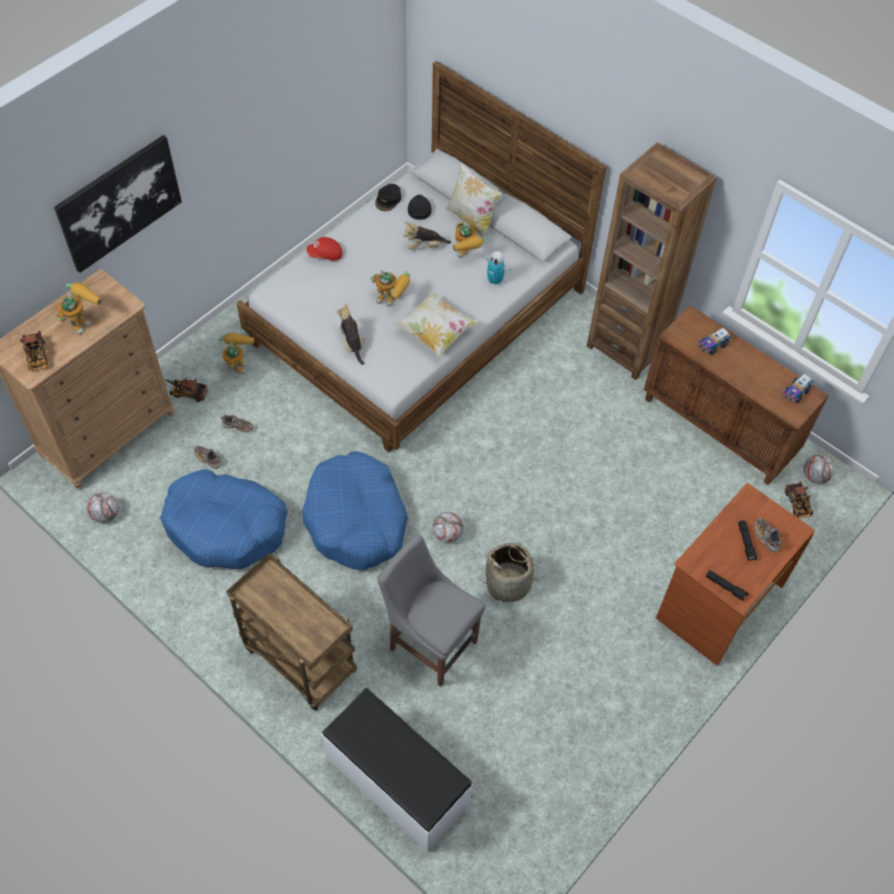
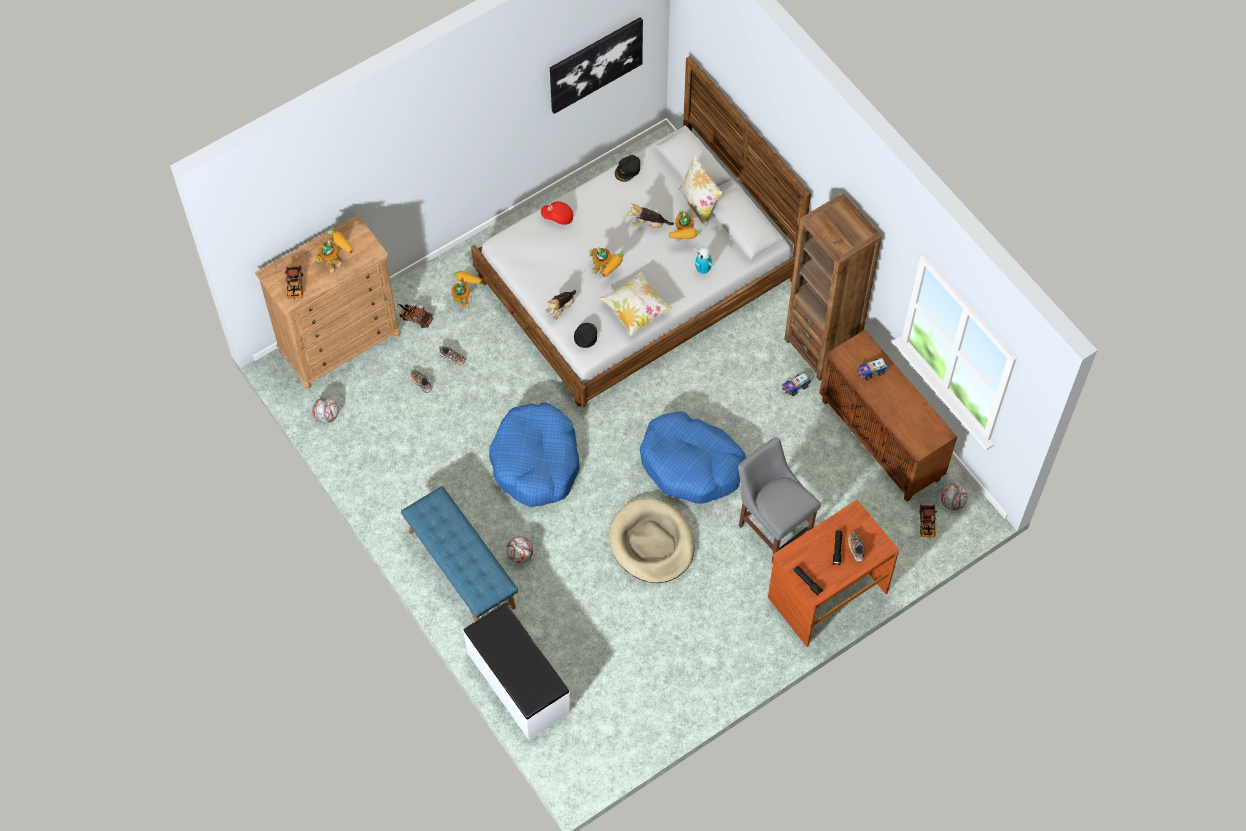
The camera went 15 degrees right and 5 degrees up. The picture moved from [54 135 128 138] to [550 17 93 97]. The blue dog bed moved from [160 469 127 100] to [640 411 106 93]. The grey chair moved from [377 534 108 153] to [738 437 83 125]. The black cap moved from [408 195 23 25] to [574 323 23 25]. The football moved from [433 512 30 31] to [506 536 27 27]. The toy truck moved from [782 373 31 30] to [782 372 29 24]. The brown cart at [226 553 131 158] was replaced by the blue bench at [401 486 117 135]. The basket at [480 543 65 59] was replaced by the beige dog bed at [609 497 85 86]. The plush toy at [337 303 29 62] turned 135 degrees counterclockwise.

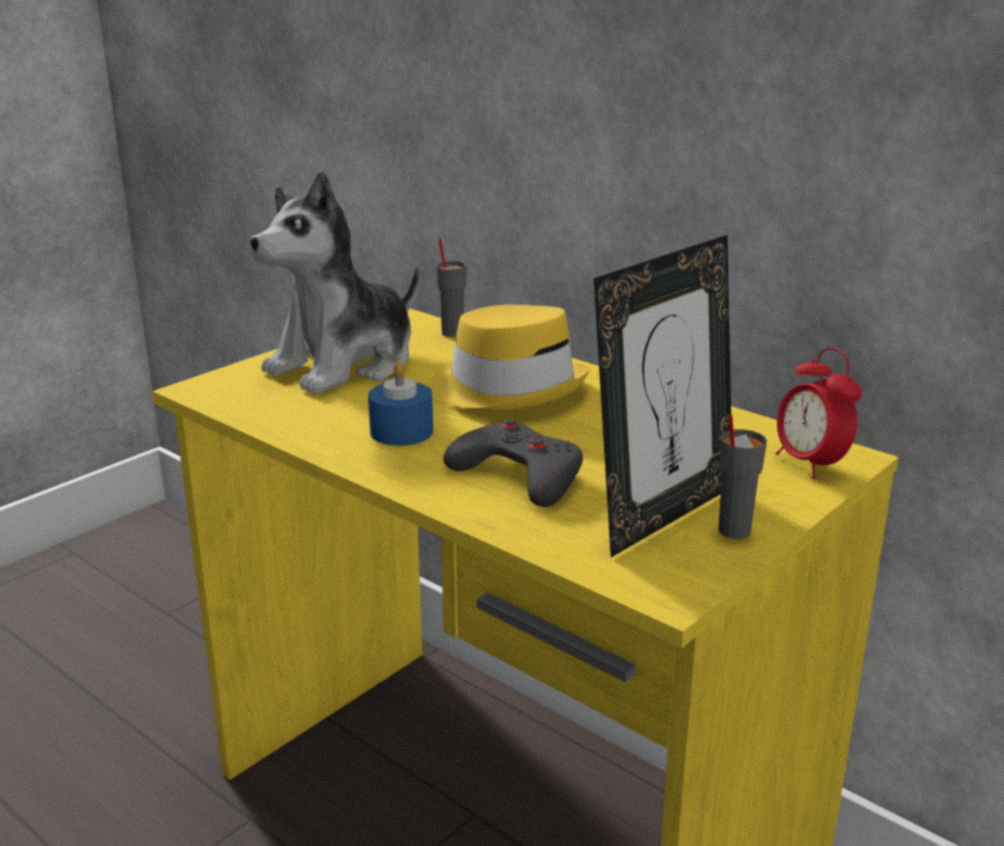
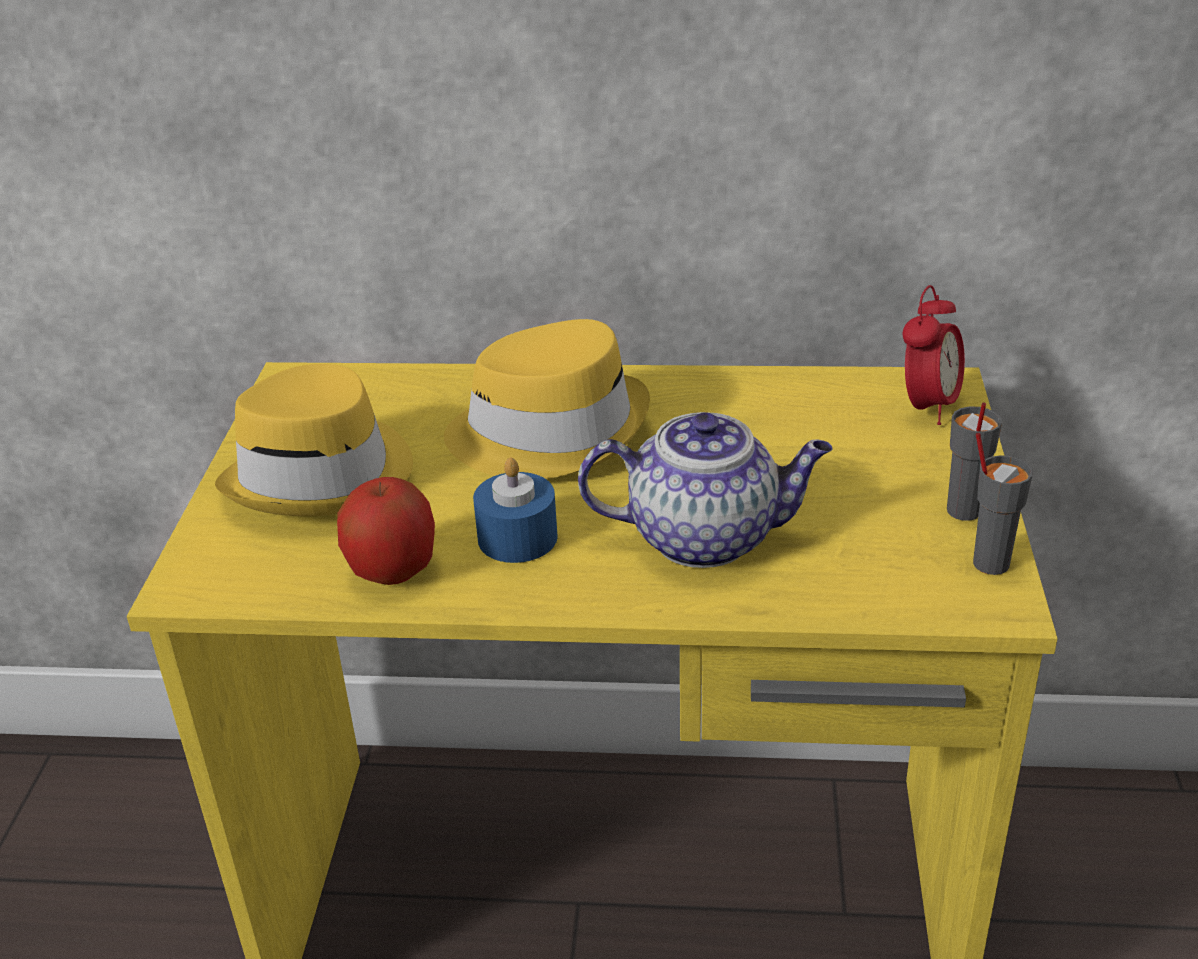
The camera went 35 degrees left and 10 degrees up. The picture frame at [594 235 137 322] disappeared. The apple at [337 477 98 108] appeared. The grey cup moved from [436 238 31 99] to [973 433 60 142]. The plush toy at [250 170 169 224] was replaced by the yellow hat at [215 364 198 152]. The grey game controller at [443 419 140 88] was replaced by the teapot at [578 412 255 156]. The alarm clock at [776 347 86 132] turned 90 degrees counterclockwise.

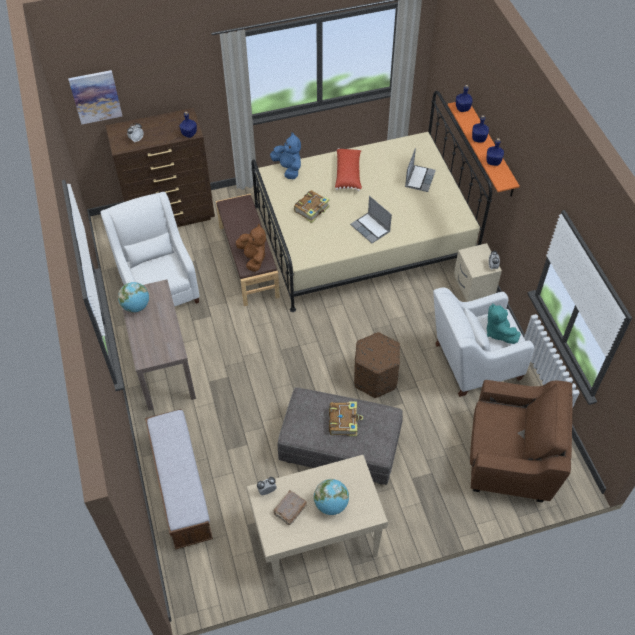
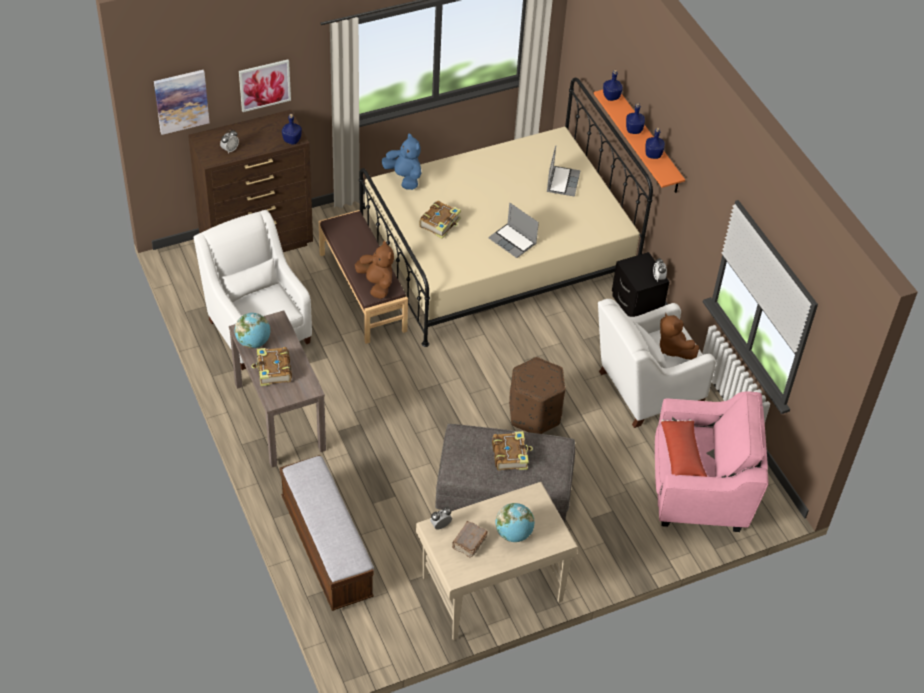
The camera went 10 degrees left and 5 degrees down. The picture at [239 59 52 53] appeared. The book at [251 347 41 39] appeared. The red pillow moved from [335 148 27 43] to [661 419 47 58]. The beige nightstand at [454 243 48 59] became the black nightstand at [612 252 57 65]. The brown armchair at [470 380 103 122] became the pink armchair at [655 392 114 140]. The turquoise plush toy at [487 304 34 40] became the brown plush toy at [660 313 39 46].

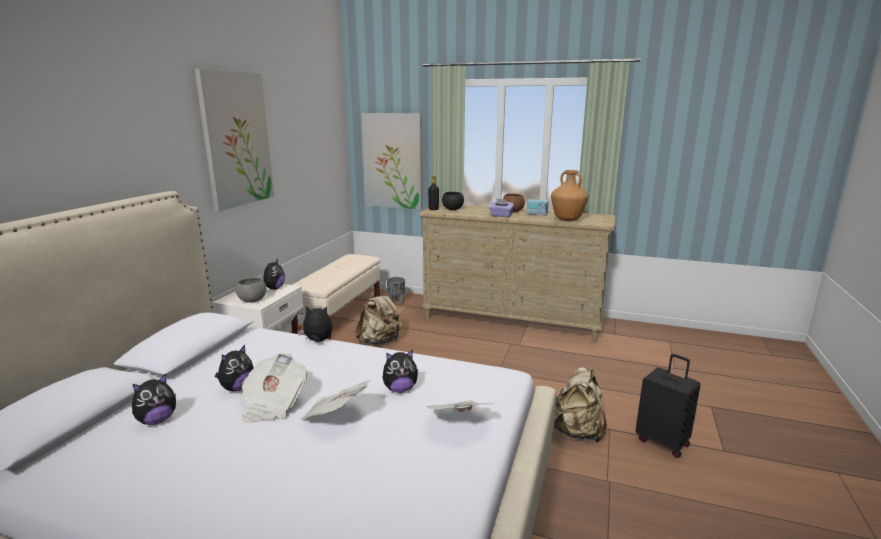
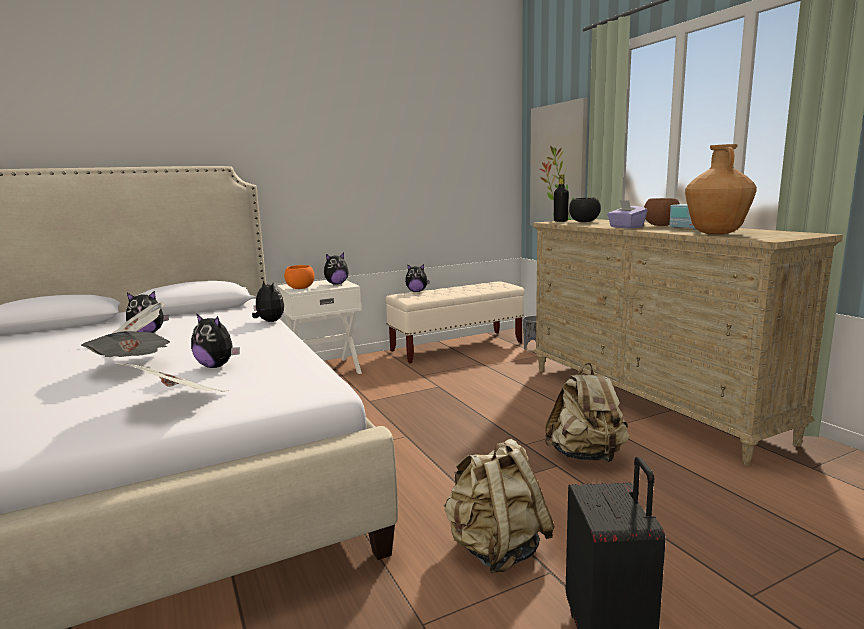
The camera went 45 degrees right and 5 degrees down. The picture at [195 68 79 143] disappeared. The plush toy moved from [132 373 44 52] to [405 264 25 28]. The beige backpack moved from [355 290 48 55] to [545 363 84 99]. The grey bowl at [235 277 31 26] became the orange bowl at [284 265 30 24].

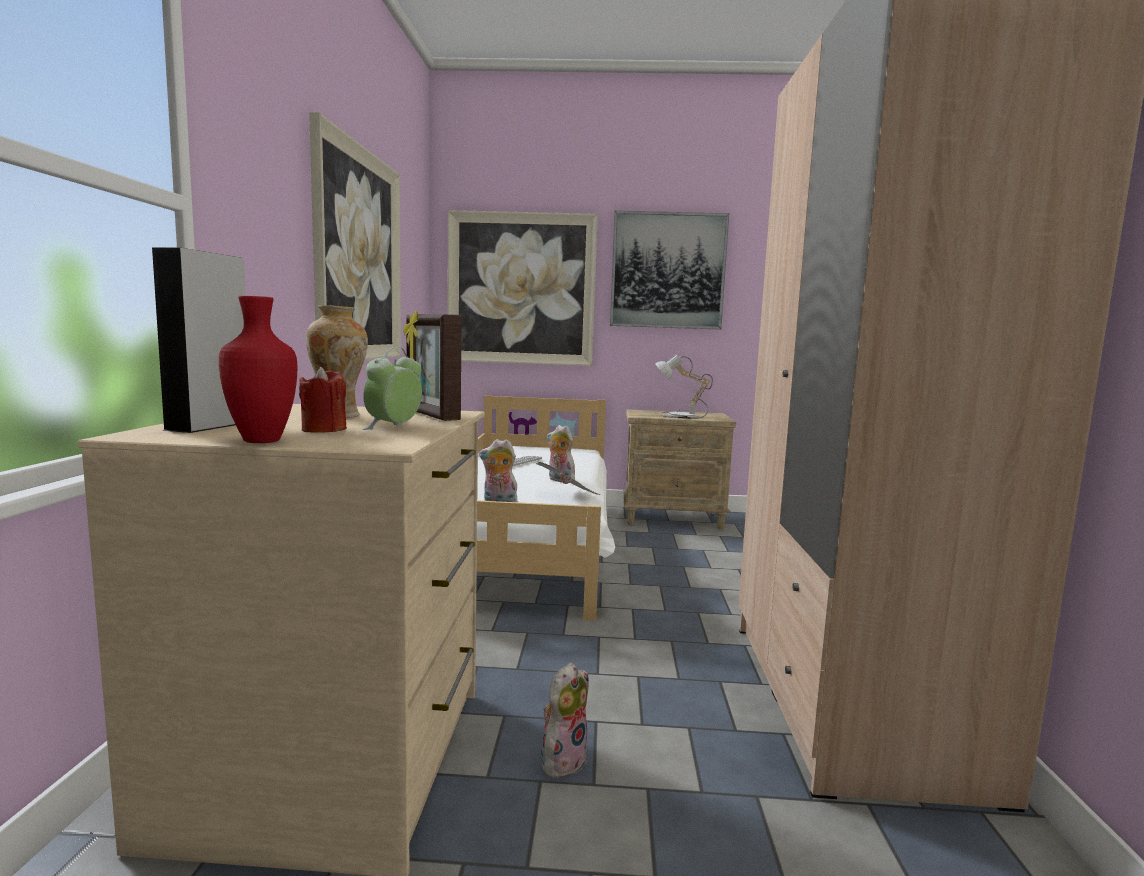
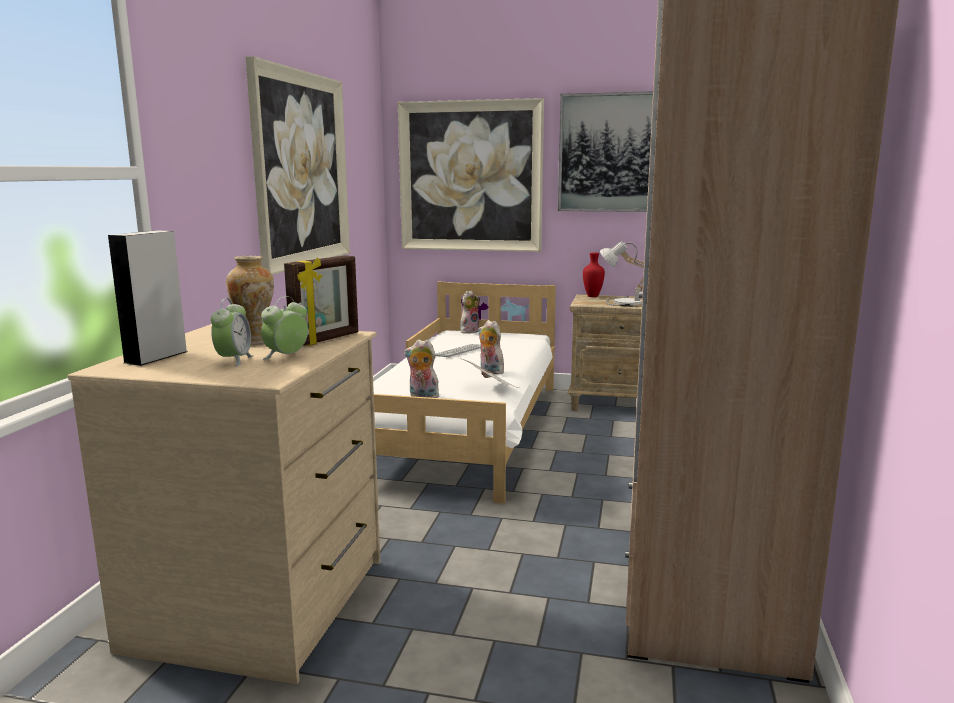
The camera went 10 degrees right and 5 degrees up. The red vase moved from [219 296 79 147] to [583 253 22 44]. The plush toy moved from [541 663 48 115] to [460 290 20 44]. The red candle at [299 367 48 66] was replaced by the alarm clock at [211 298 43 68]. The picture frame at [403 310 58 111] turned 120 degrees counterclockwise.

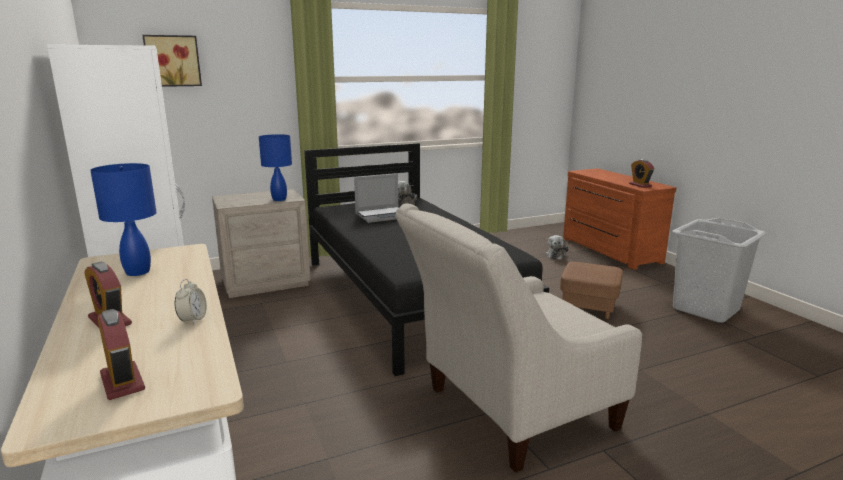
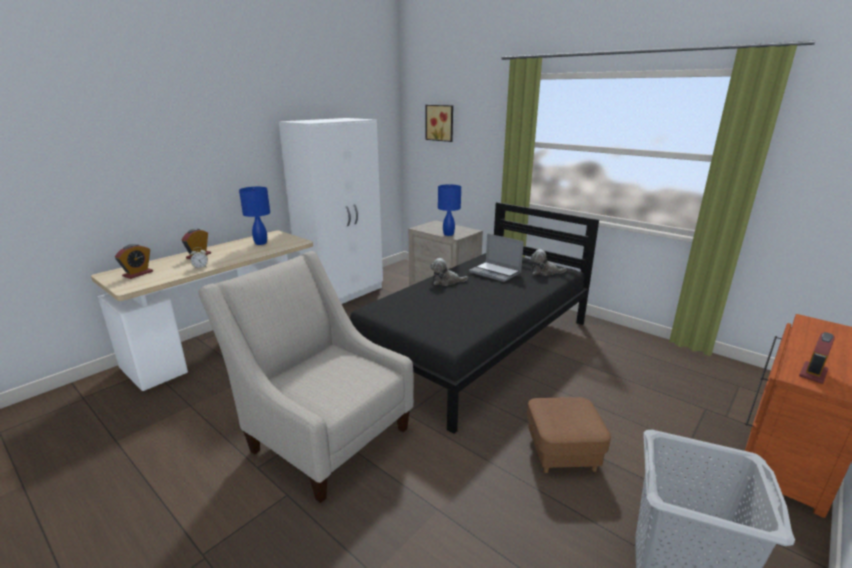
The camera went 65 degrees right and 5 degrees up. The plush toy moved from [545 235 24 25] to [430 258 38 28].

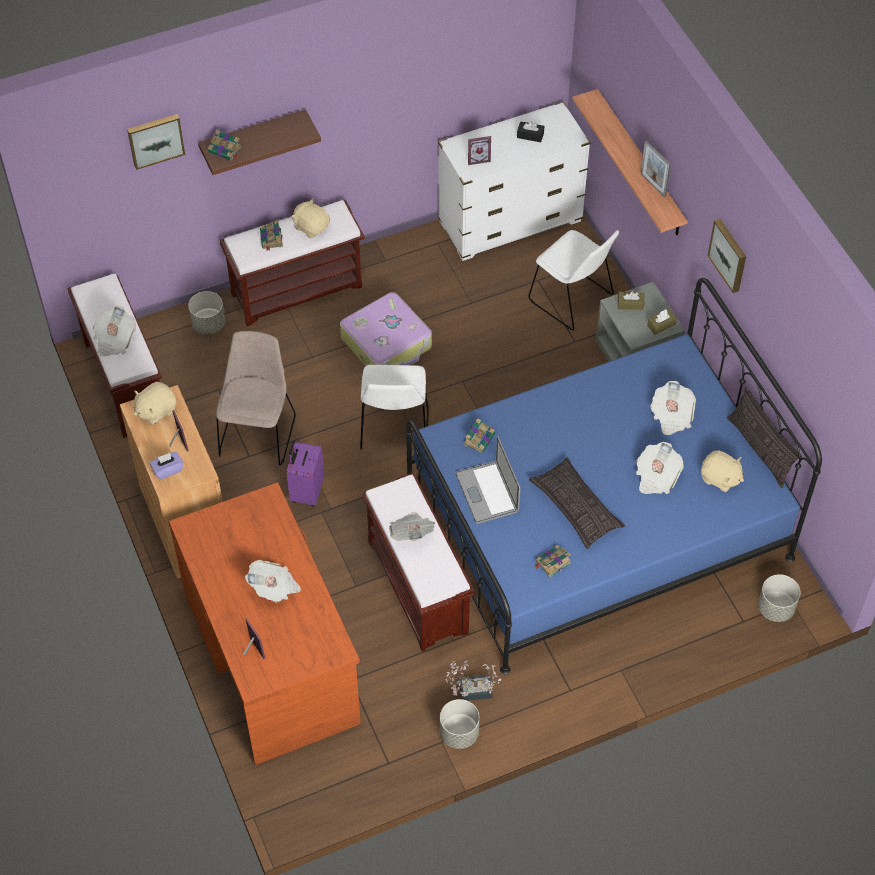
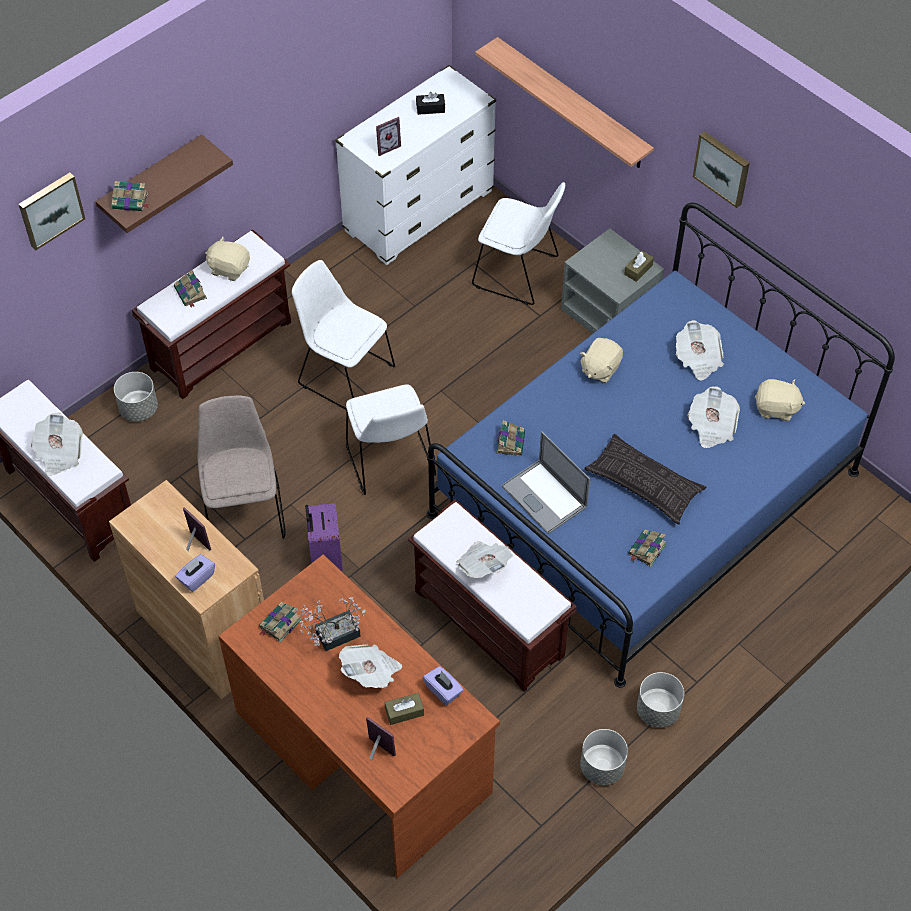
The camera went 20 degrees left and 0 degrees up. The picture frame at [641 140 30 57] disappeared. The pillow at [727 387 75 101] disappeared. The book at [259 602 43 41] appeared. The purple tissue box at [423 666 40 40] appeared. The beige plush toy moved from [134 382 42 43] to [580 338 43 45]. The potted plant moved from [446 660 55 41] to [300 597 66 54]. The brown tissue box moved from [618 291 26 19] to [385 693 39 32]. The grey planter moved from [758 574 42 48] to [637 672 47 56]. The suitcase at [340 292 92 74] was replaced by the white chair at [292 260 103 150].

